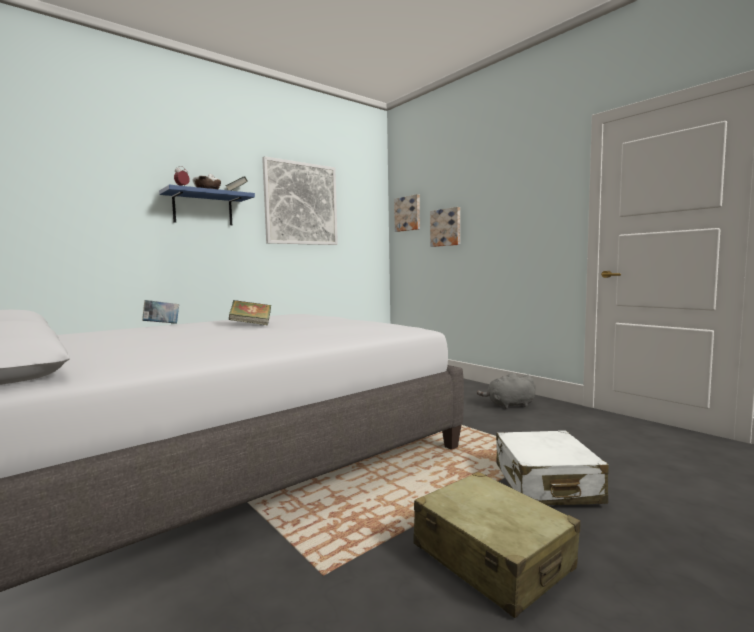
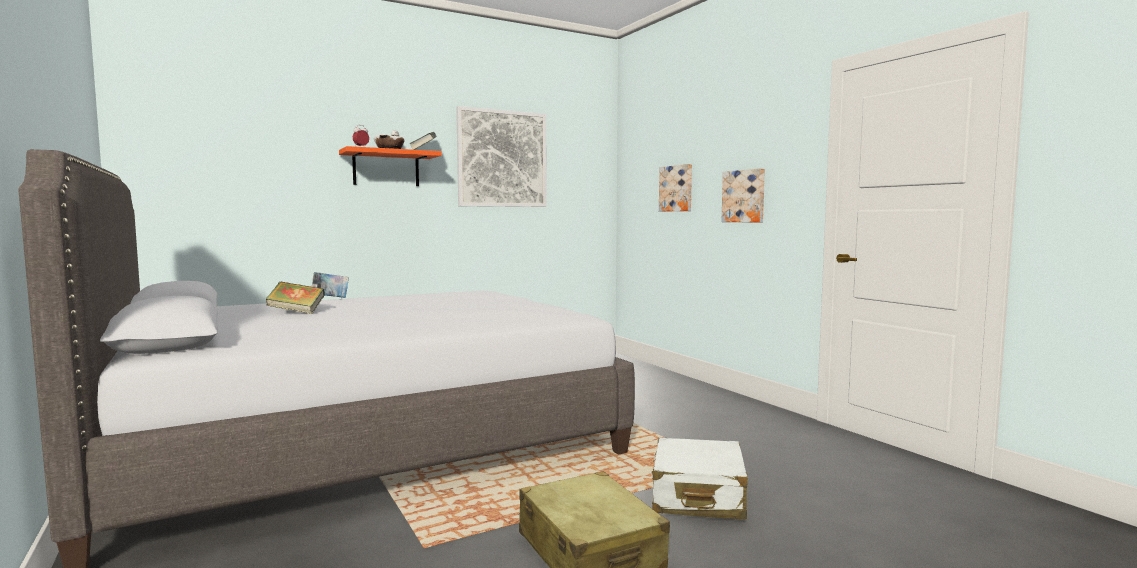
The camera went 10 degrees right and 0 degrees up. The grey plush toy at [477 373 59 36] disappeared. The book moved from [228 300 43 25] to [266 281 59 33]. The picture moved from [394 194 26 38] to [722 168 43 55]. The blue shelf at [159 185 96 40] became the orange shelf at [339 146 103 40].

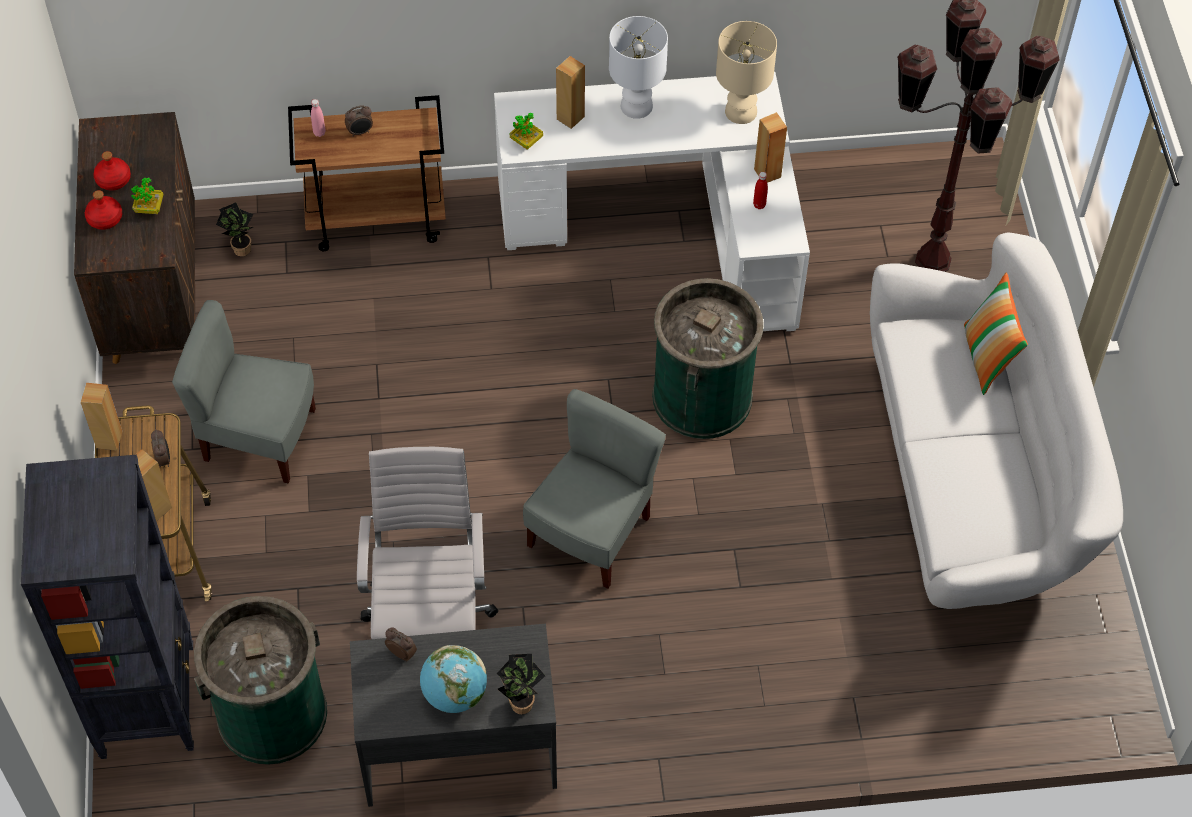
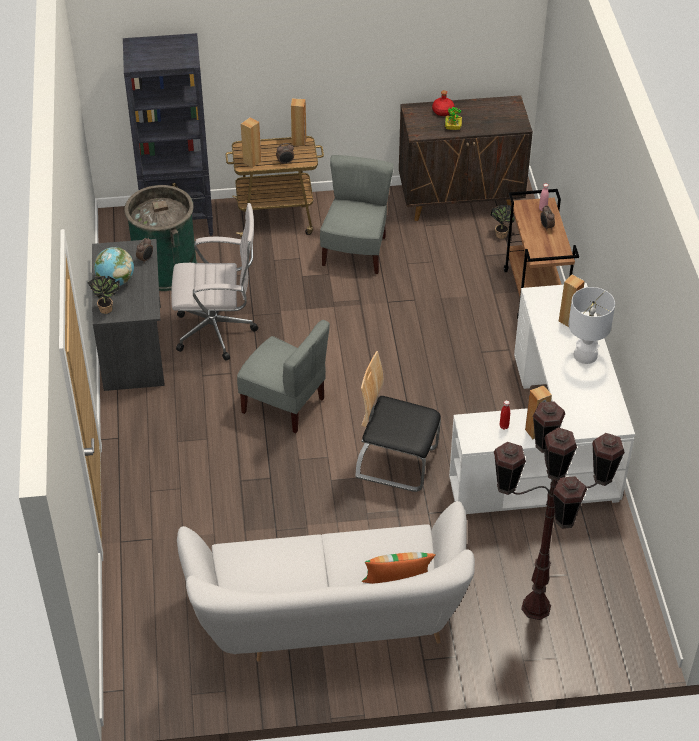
The camera went 90 degrees right and 10 degrees down. The red bottle at [93 151 38 40] disappeared. The potted plant at [510 113 33 37] disappeared. The beige table lamp at [716 21 61 103] disappeared. The green trash can at [652 278 112 161] was replaced by the chair at [355 351 86 141].

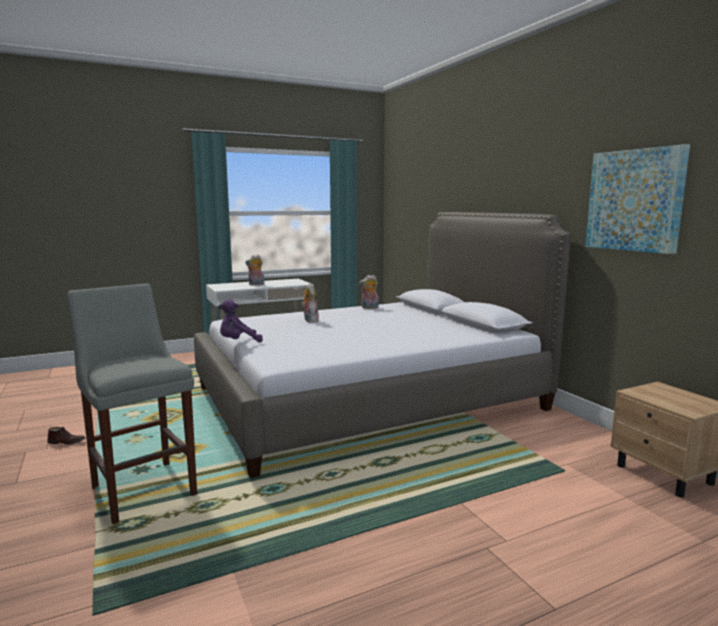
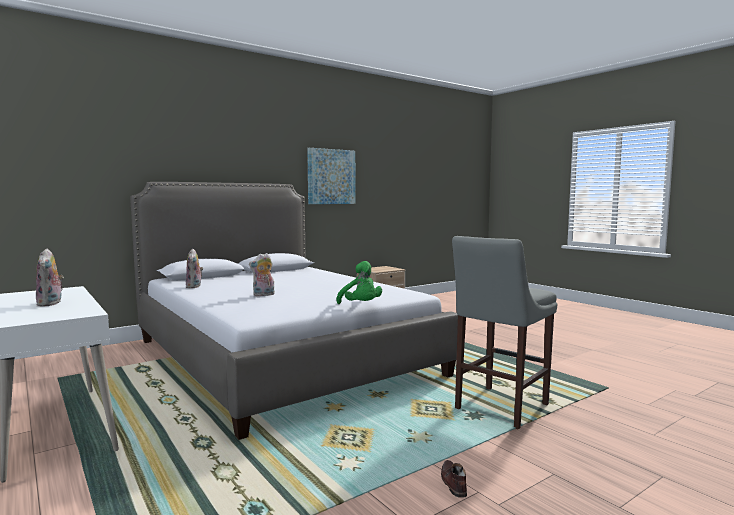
The camera went 100 degrees left and 5 degrees down. The purple plush toy at [219 299 44 44] became the green plush toy at [336 261 46 43].

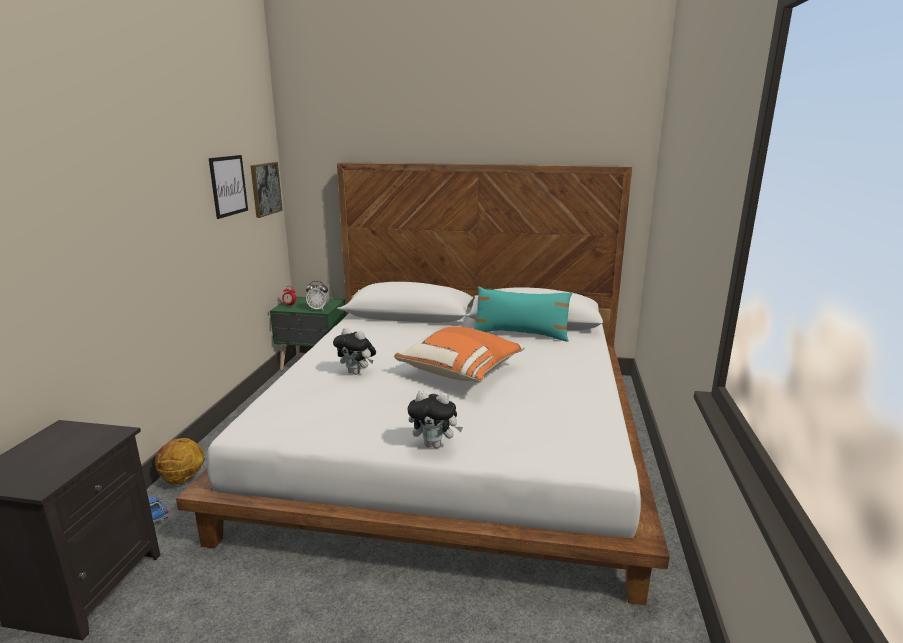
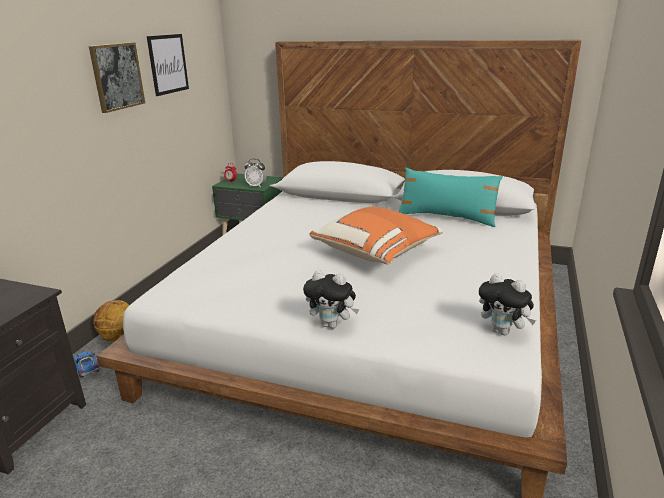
The camera went 10 degrees right and 5 degrees up. The picture moved from [250 162 33 56] to [89 42 56 71]. The plush toy moved from [333 328 43 47] to [479 273 57 62].

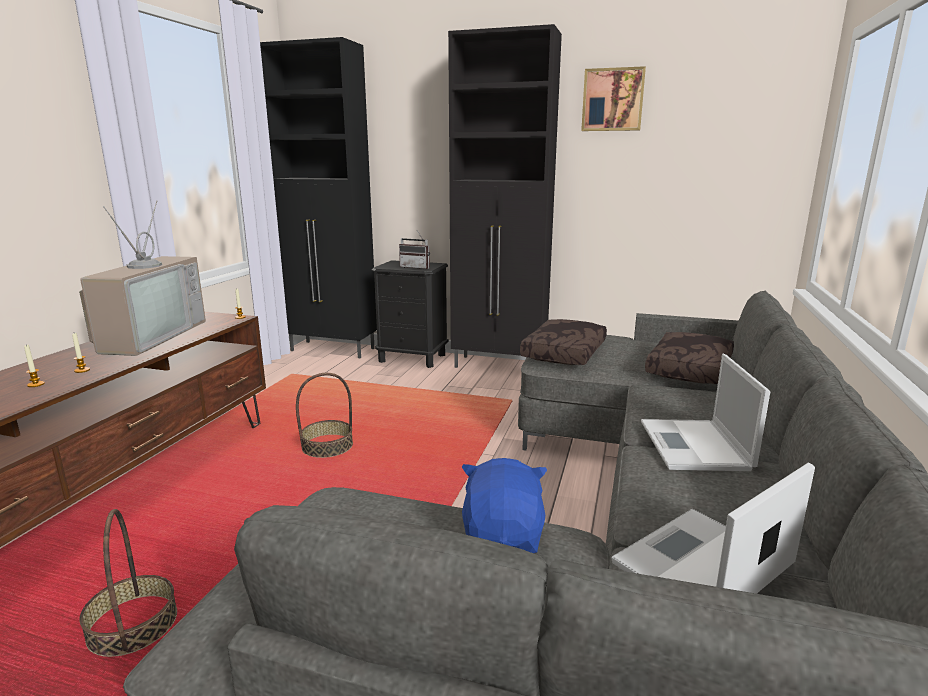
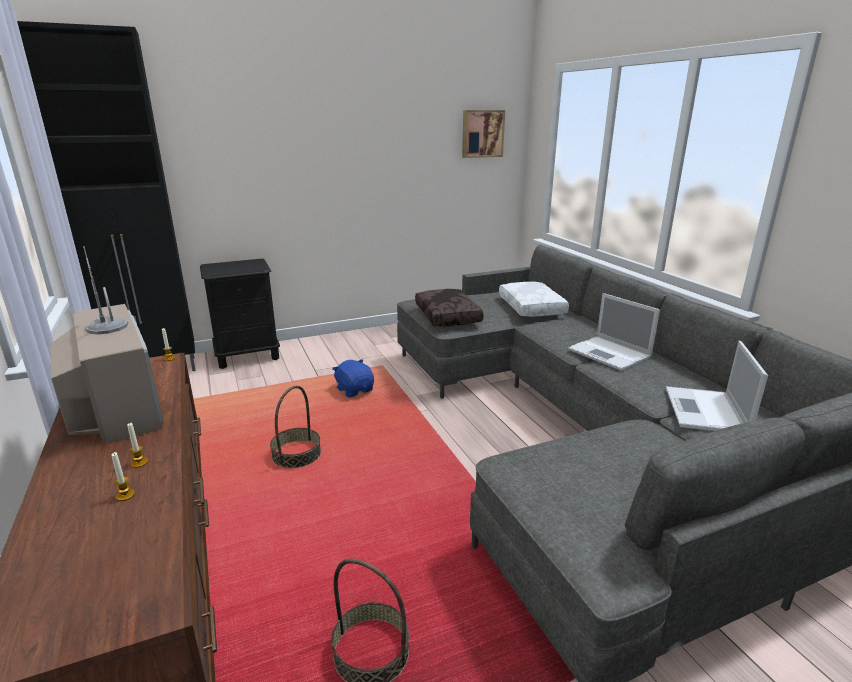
The camera went 40 degrees left and 5 degrees up. The radio at [399 231 31 38] disappeared. The black cabinet at [448 24 114 344] disappeared. The blue plush toy moved from [462 458 85 95] to [332 359 42 39]. The picture moved from [581 66 65 65] to [462 110 43 48]. The brown pillow at [645 332 89 52] became the white pillow at [499 281 70 36].

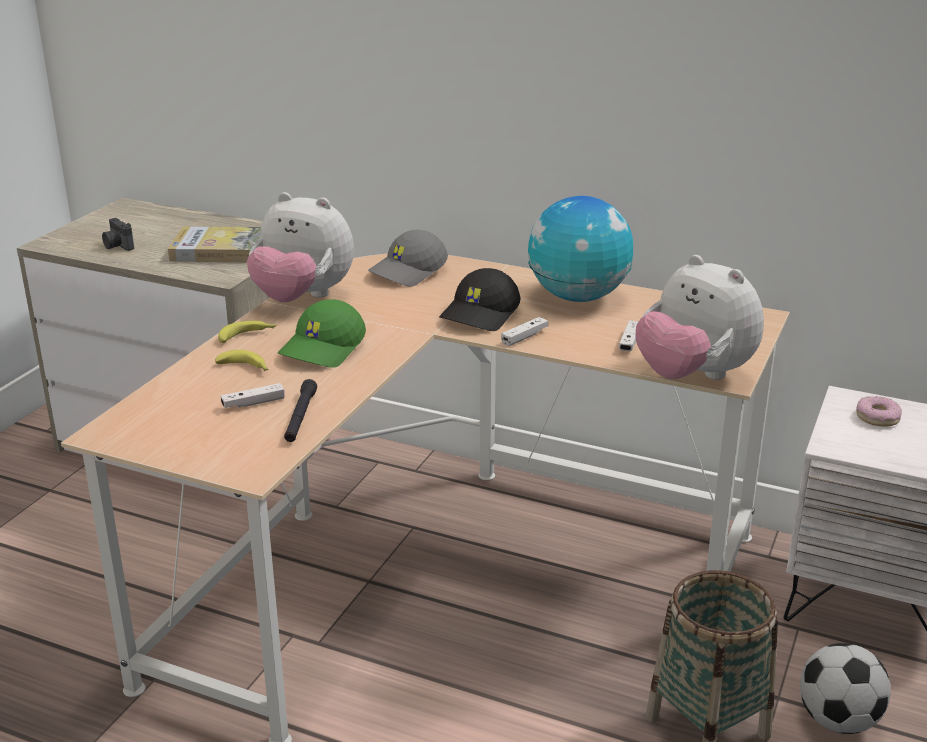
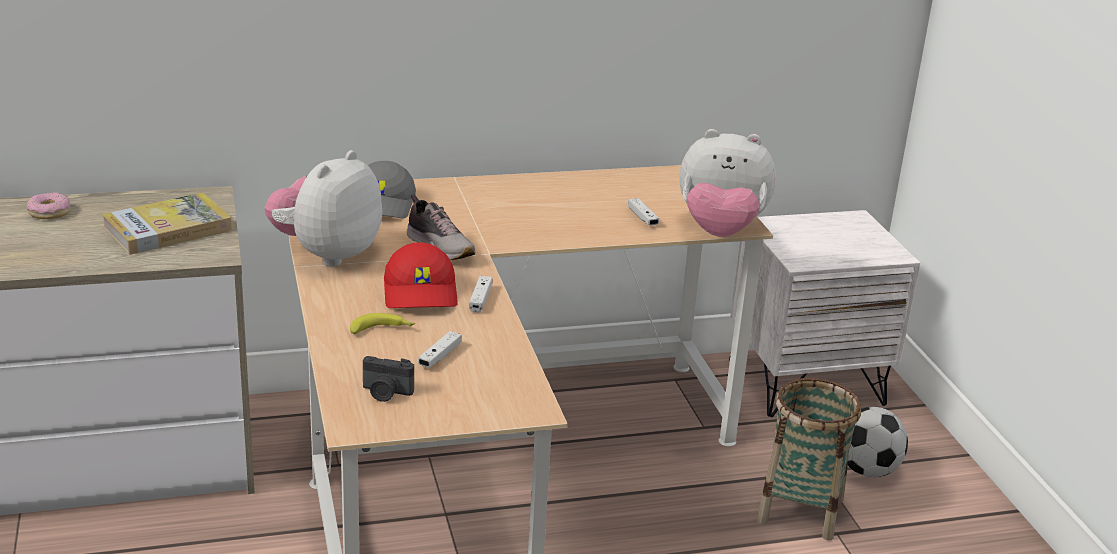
The camera went 40 degrees left and 0 degrees up. The banana at [218 321 58 22] disappeared. The black flashlight at [284 379 33 63] disappeared. The black cap at [439 268 82 63] disappeared. The globe at [528 196 105 106] disappeared. The shoe at [407 194 68 66] appeared. The photo camera moved from [102 218 32 33] to [363 356 51 46]. The white game controller moved from [501 317 47 29] to [469 276 24 37]. The donut moved from [856 396 46 31] to [27 192 44 27]. The green cap at [278 299 88 69] became the red cap at [384 242 74 66]. The plush toy at [247 192 107 110] turned 135 degrees clockwise.

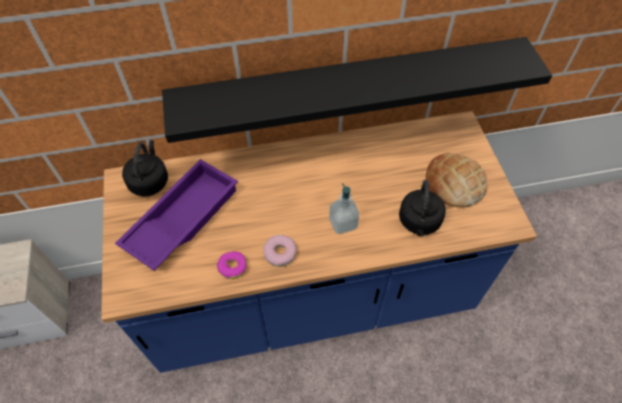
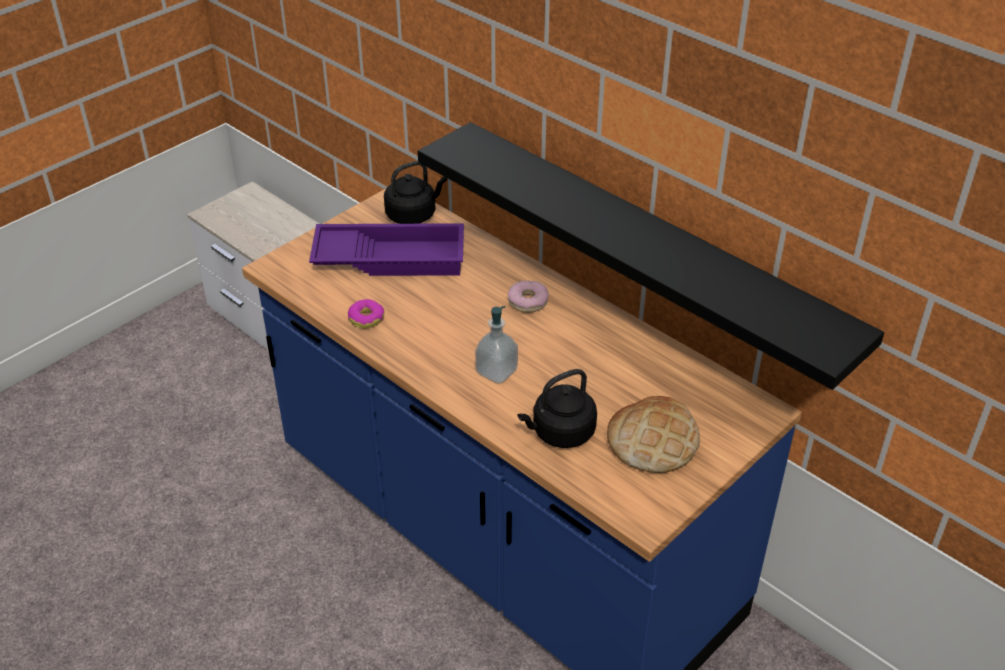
The camera went 55 degrees right and 15 degrees down. The donut moved from [263 235 34 32] to [508 281 41 32].

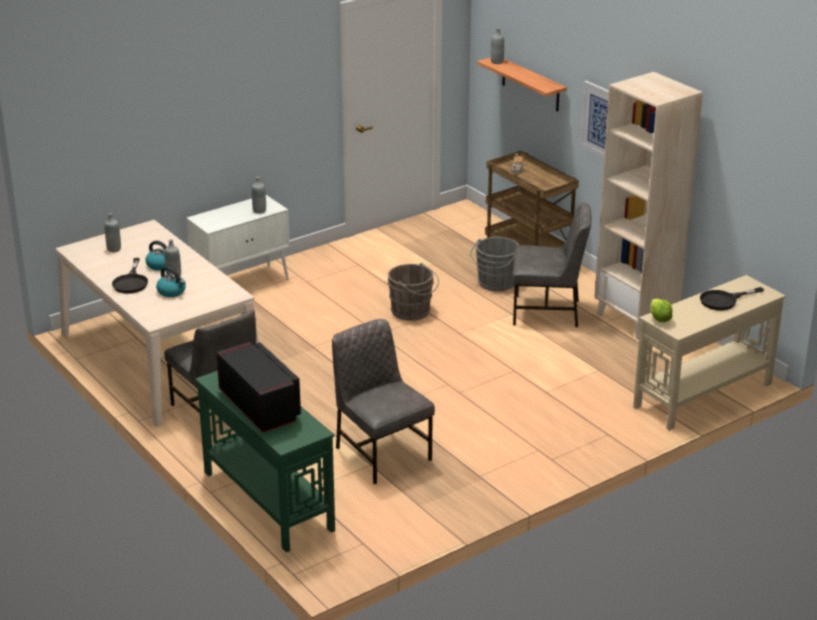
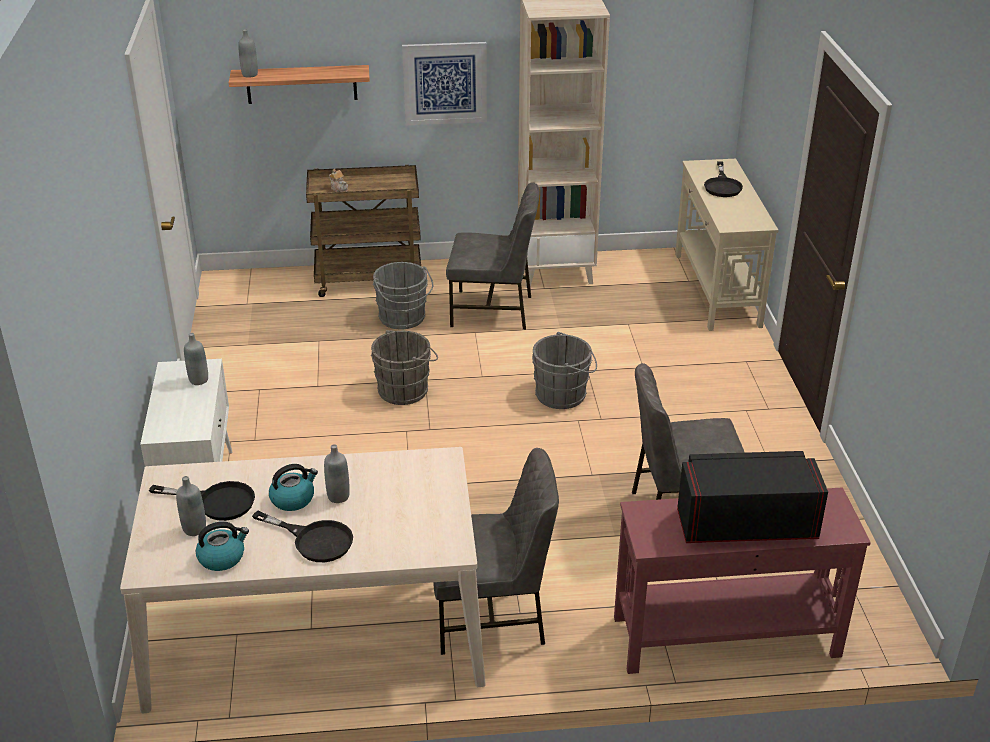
The camera went 60 degrees left and 5 degrees up. The lettuce at [650 299 23 23] disappeared. The black frying pan at [149 481 106 40] appeared. The grey bucket at [532 332 65 77] appeared. The kettle moved from [156 266 30 31] to [196 521 53 50]. The green console table at [195 371 140 181] became the red console table at [614 487 257 187]. The grey chair at [512 203 80 124] turned 60 degrees clockwise.

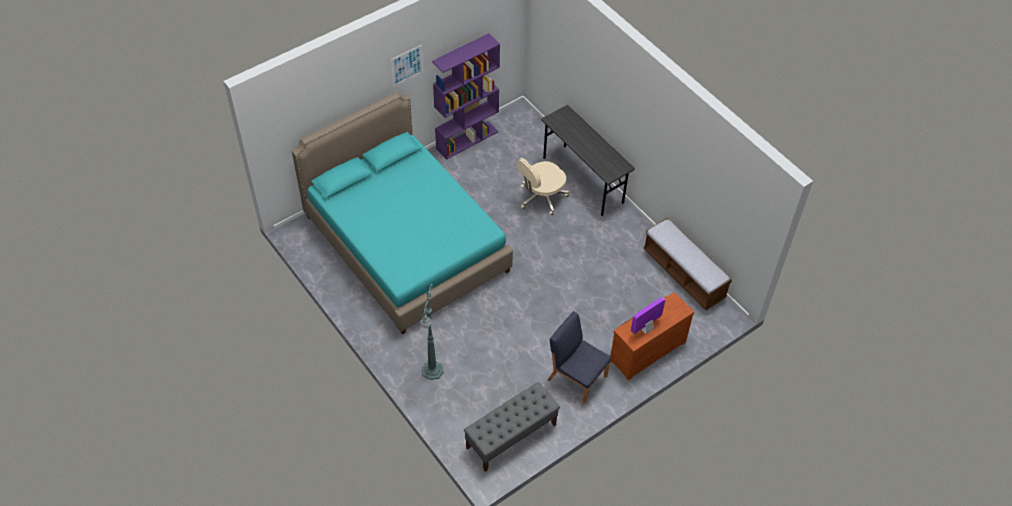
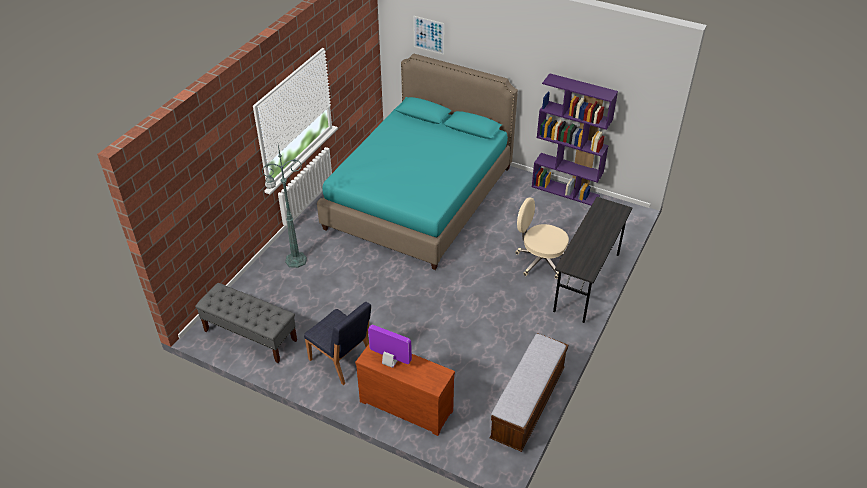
The camera went 65 degrees right and 10 degrees down. The picture moved from [391 45 32 41] to [413 16 32 39]. The blue chair at [548 311 63 93] turned 120 degrees clockwise.

